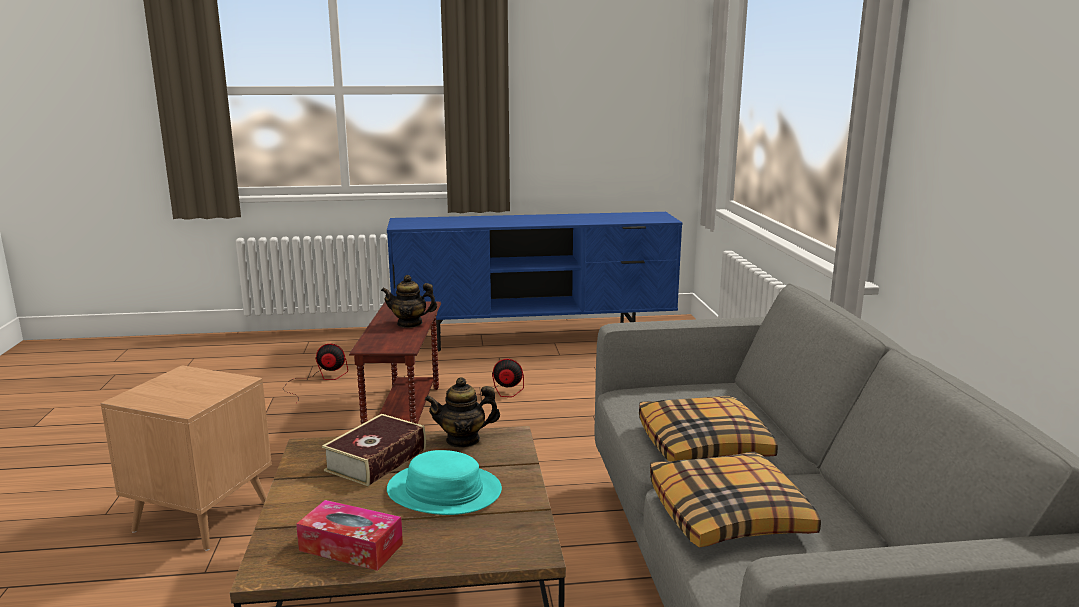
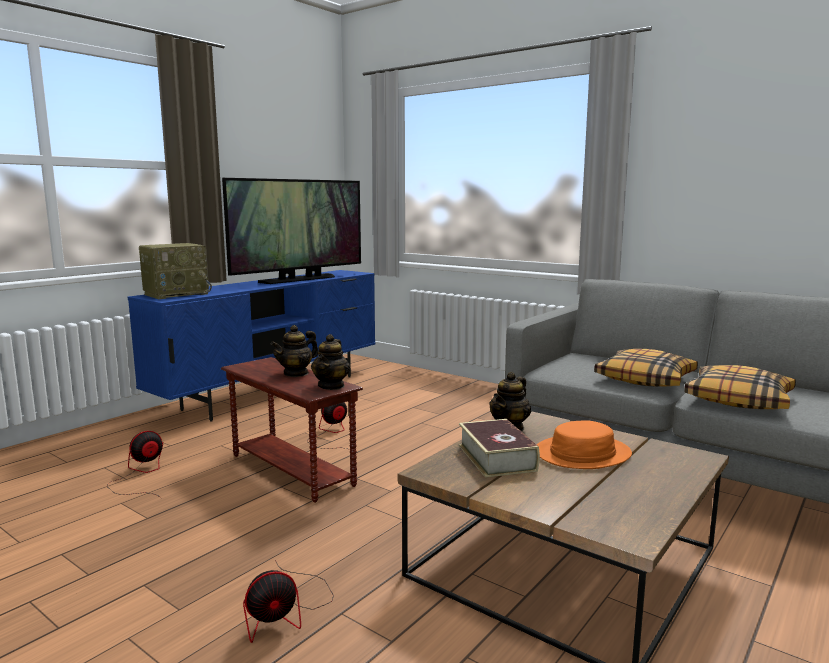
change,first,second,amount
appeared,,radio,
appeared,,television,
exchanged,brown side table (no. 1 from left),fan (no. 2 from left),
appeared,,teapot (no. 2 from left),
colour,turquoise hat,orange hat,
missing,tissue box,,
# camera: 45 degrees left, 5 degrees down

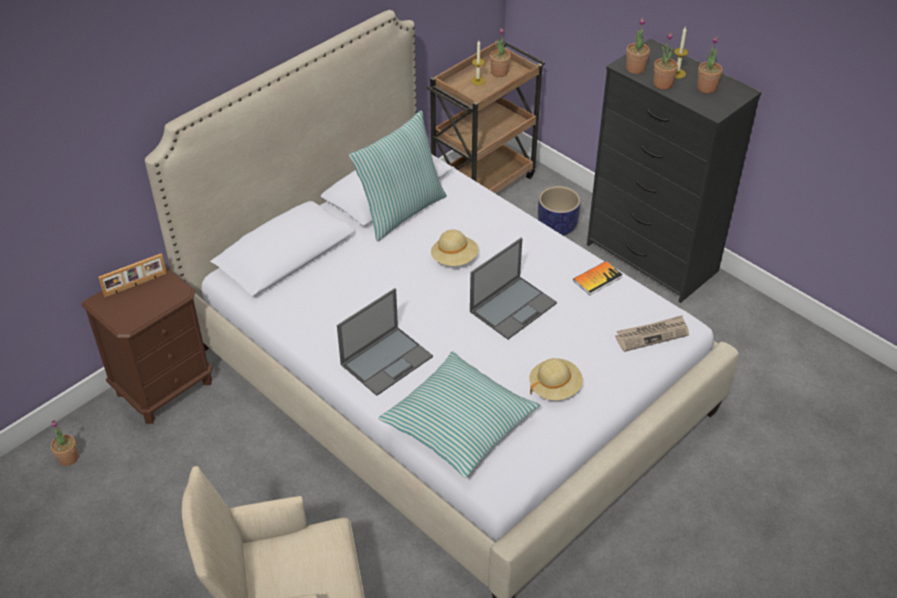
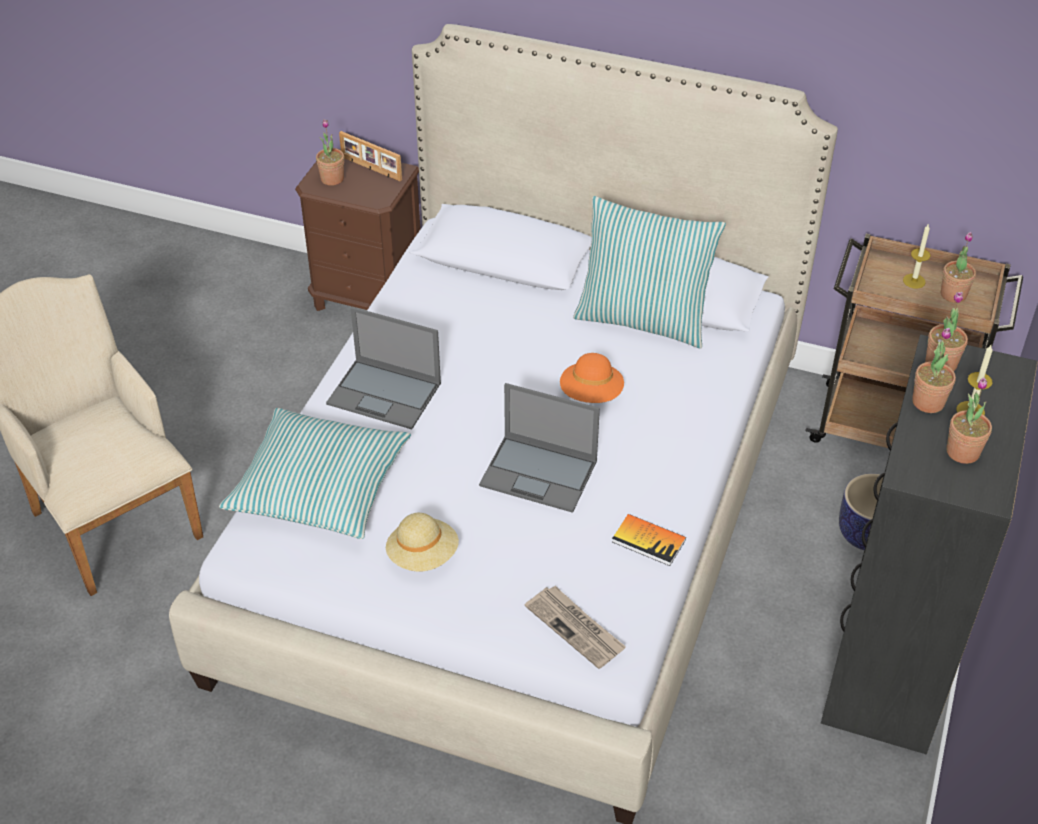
change,first,second,amount
relocated,potted plant (no. 1 from left),,
colour,beige hat (no. 1 from left),orange hat,
# camera: 65 degrees right, 0 degrees up

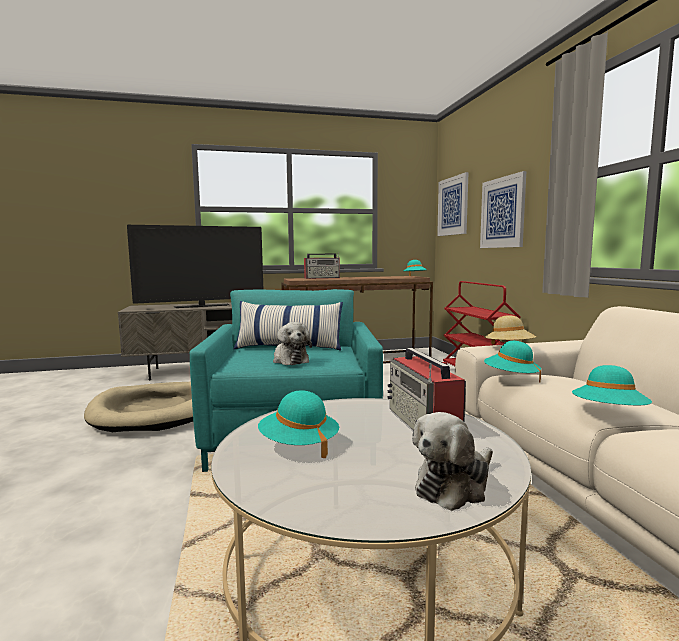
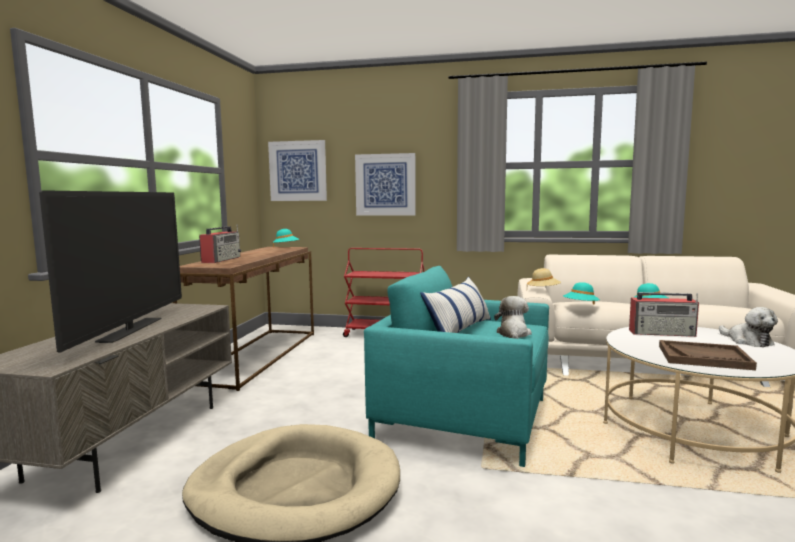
change,first,second,amount
spun,plush toy (no. 1 from left),,75 degrees counterclockwise
exchanged,turquoise hat (no. 1 from left),brown tray,
# camera: 65 degrees left, 0 degrees up

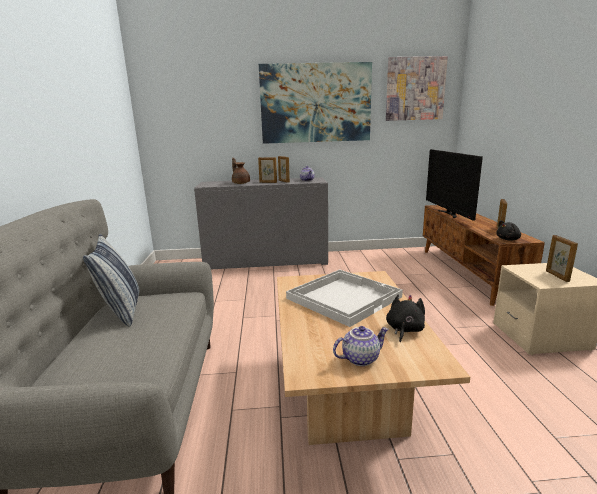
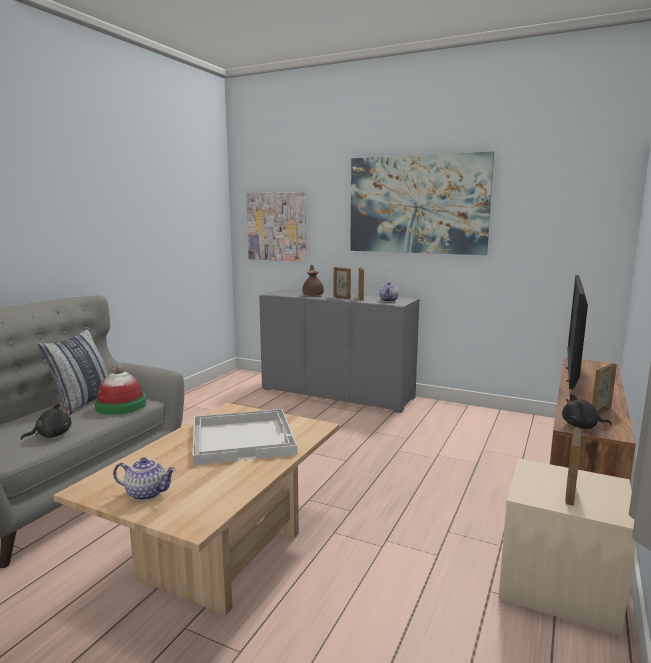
change,first,second,amount
relocated,black plush toy (no. 1 from left),,
appeared,,hat,
relocated,picture (no. 2 from left in the first image),picture (no. 1 from left),
# camera: 30 degrees right, 5 degrees down

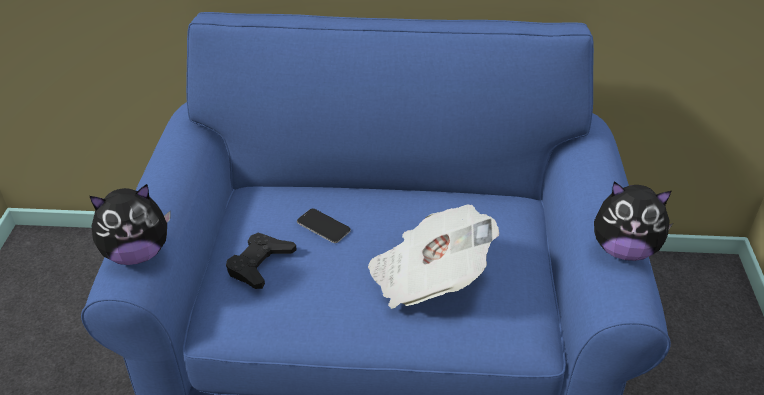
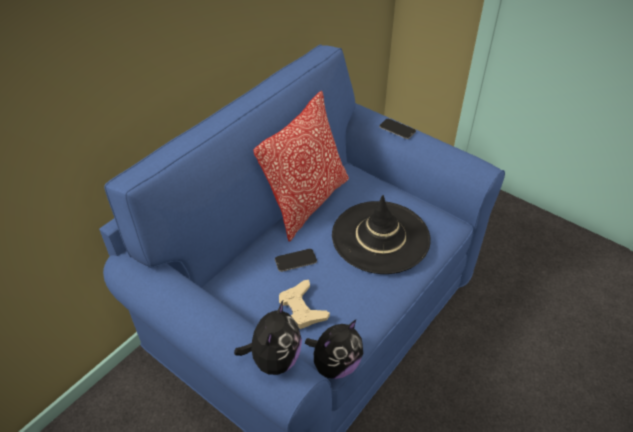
change,first,second,amount
appeared,,pillow,
colour,black game controller,beige game controller,
relocated,plush toy (no. 2 from left),,
exchanged,newspaper,black hat,
appeared,,phone (no. 2 from left),
# camera: 55 degrees left, 5 degrees up

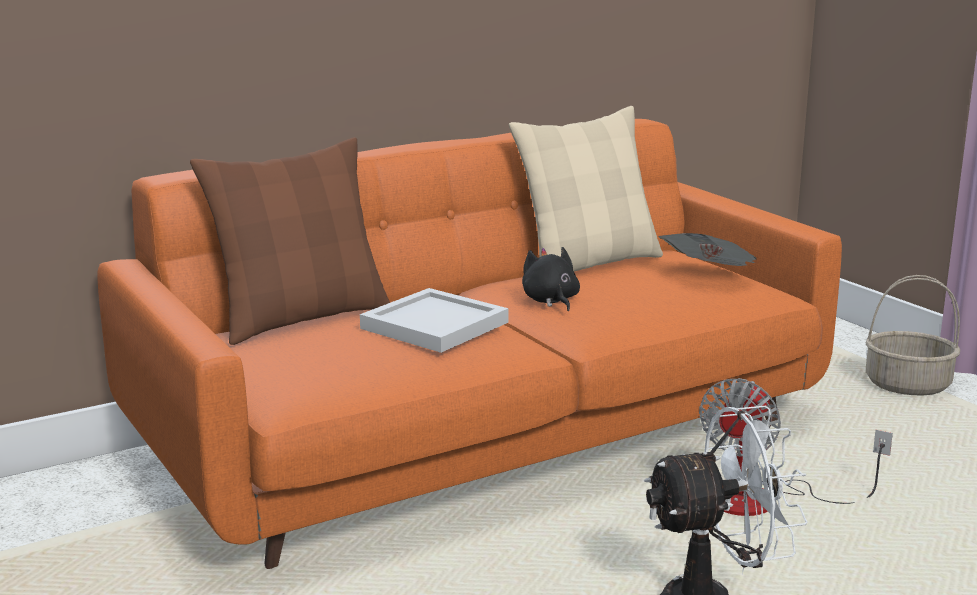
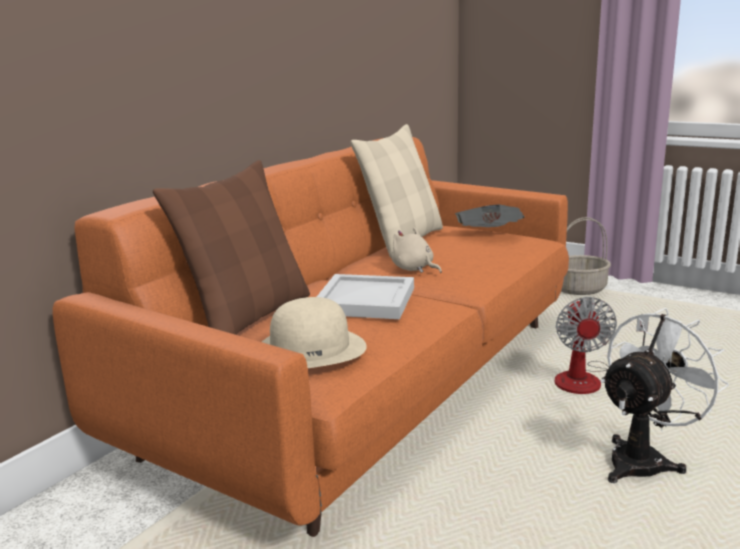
change,first,second,amount
appeared,,beige hat,
colour,black plush toy,beige plush toy,
# camera: 25 degrees left, 0 degrees up

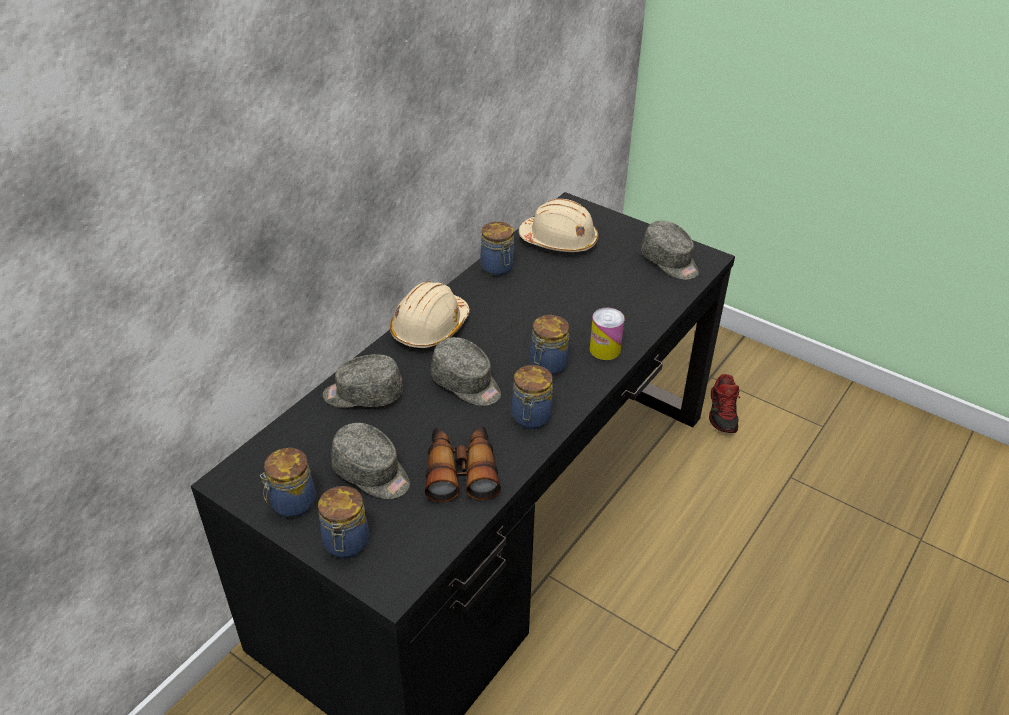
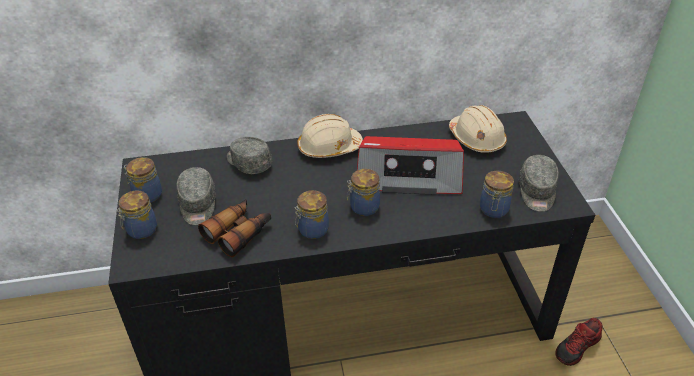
change,first,second,amount
appeared,,radio,
relocated,jar (no. 3 from left in the first image),jar (no. 5 from left),
missing,grey cap (no. 3 from left),,
missing,can,,
# camera: 45 degrees right, 0 degrees up

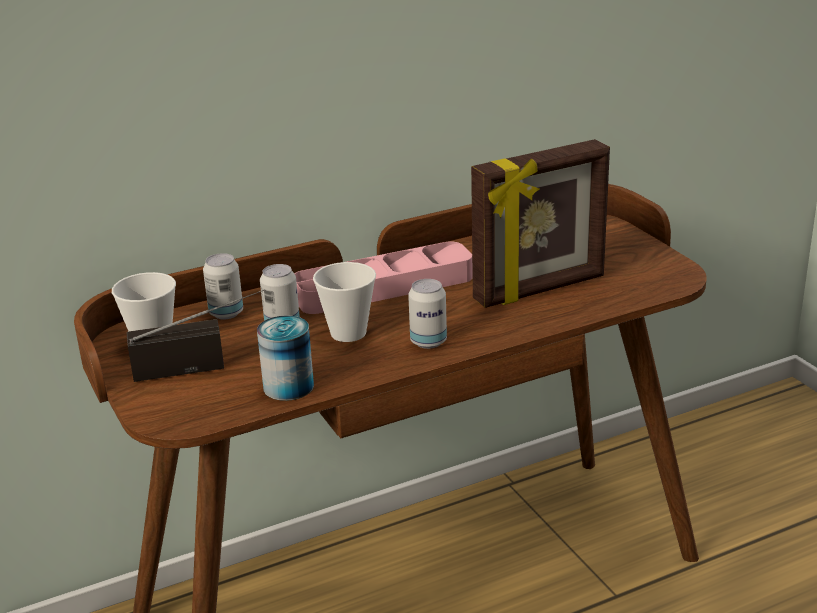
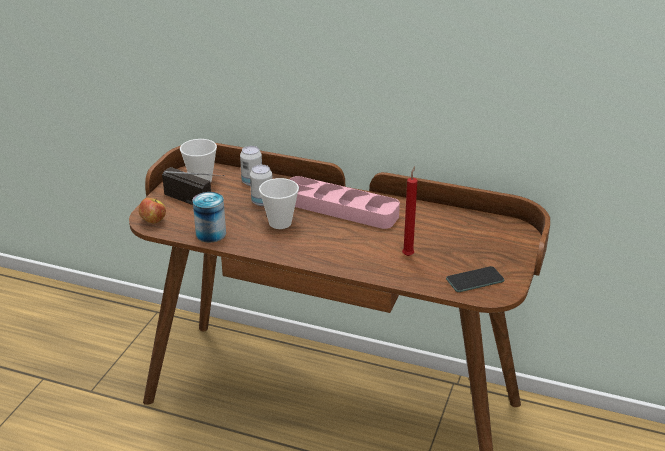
change,first,second,amount
appeared,,apple,
exchanged,picture frame,red candle,
appeared,,phone,
missing,can (no. 4 from left),,
# camera: 45 degrees right, 5 degrees up

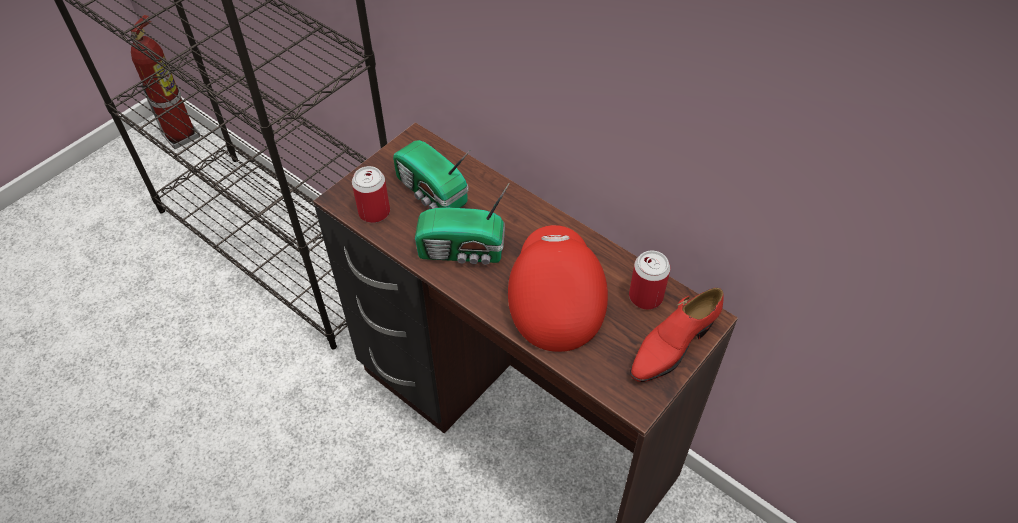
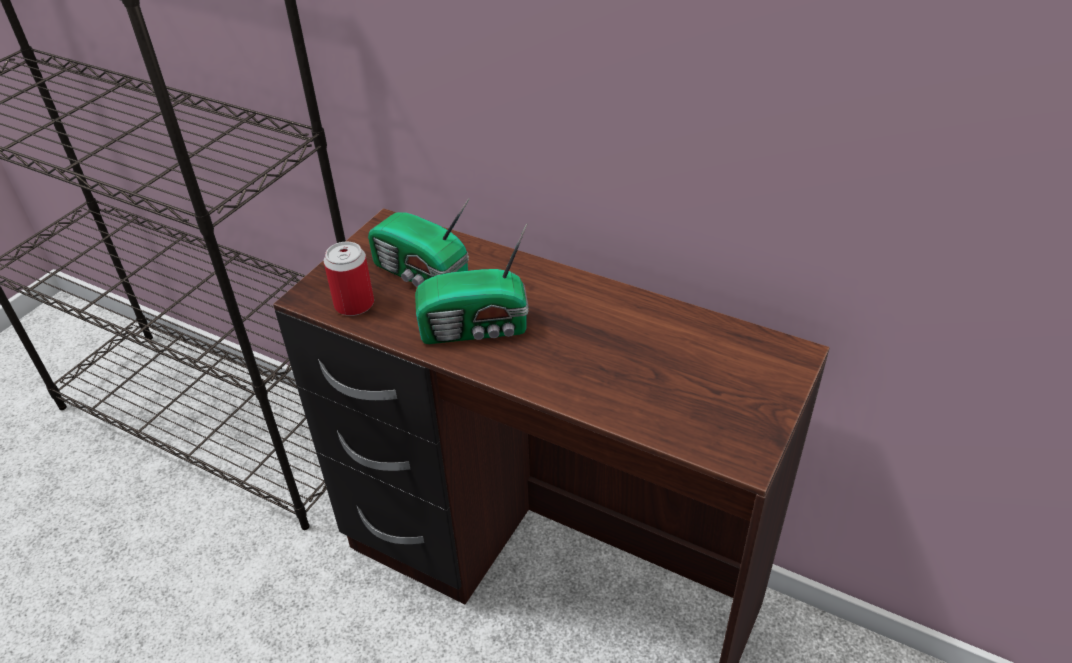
change,first,second,amount
missing,fire extinguisher,,
missing,red cap,,
missing,can (no. 2 from left),,
missing,red shoe,,
# camera: 10 degrees left, 10 degrees down

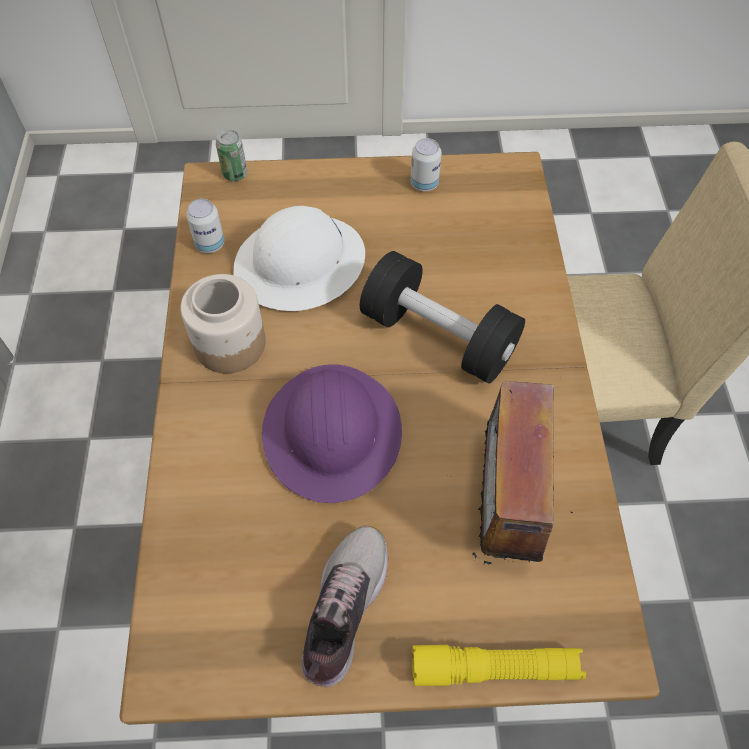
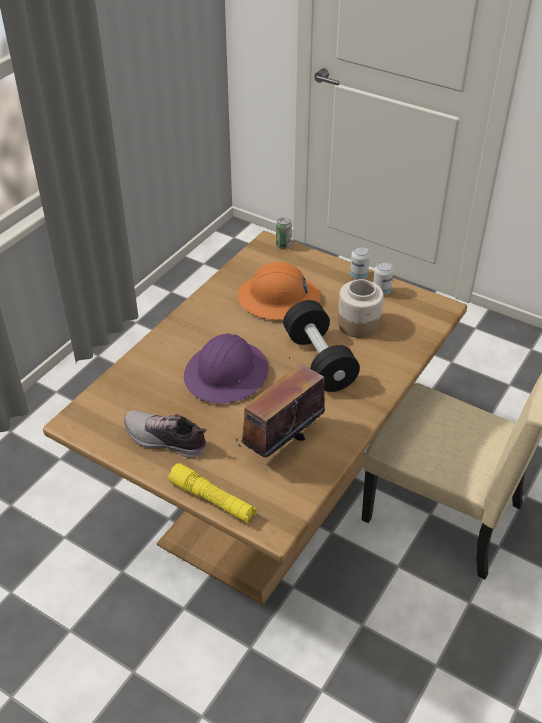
change,first,second,amount
spun,shoe,,120 degrees counterclockwise
colour,white hard hat,orange hard hat,
relocated,jar,,
relocated,can (no. 1 from left in the first image),can (no. 2 from left),
# camera: 35 degrees right, 15 degrees down

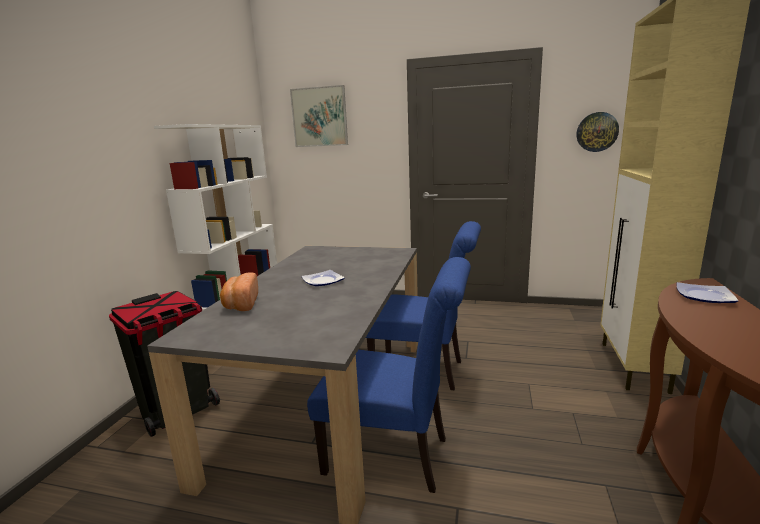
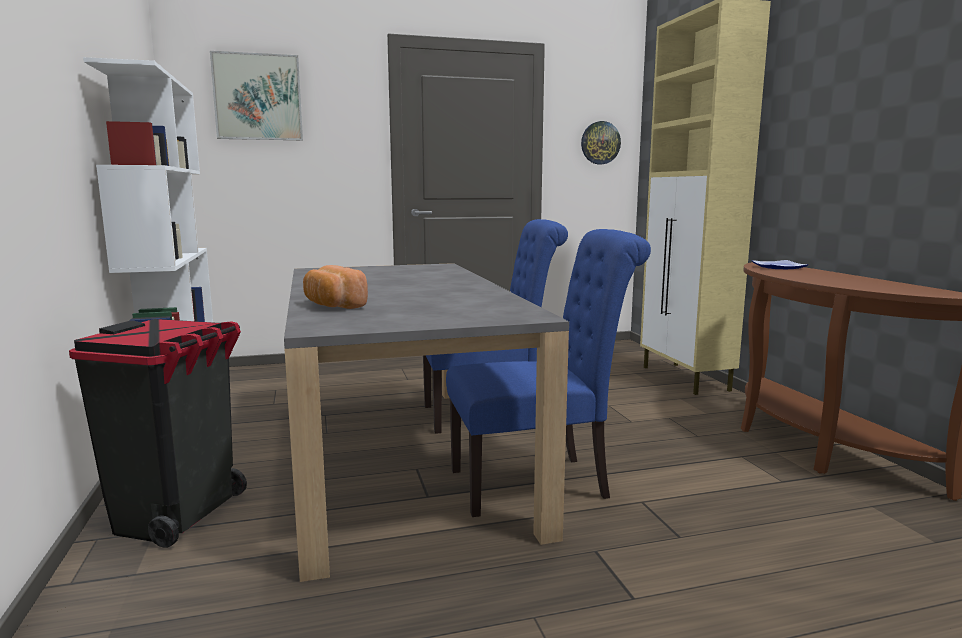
change,first,second,amount
missing,plate (no. 1 from left),,
# camera: 30 degrees left, 5 degrees down

